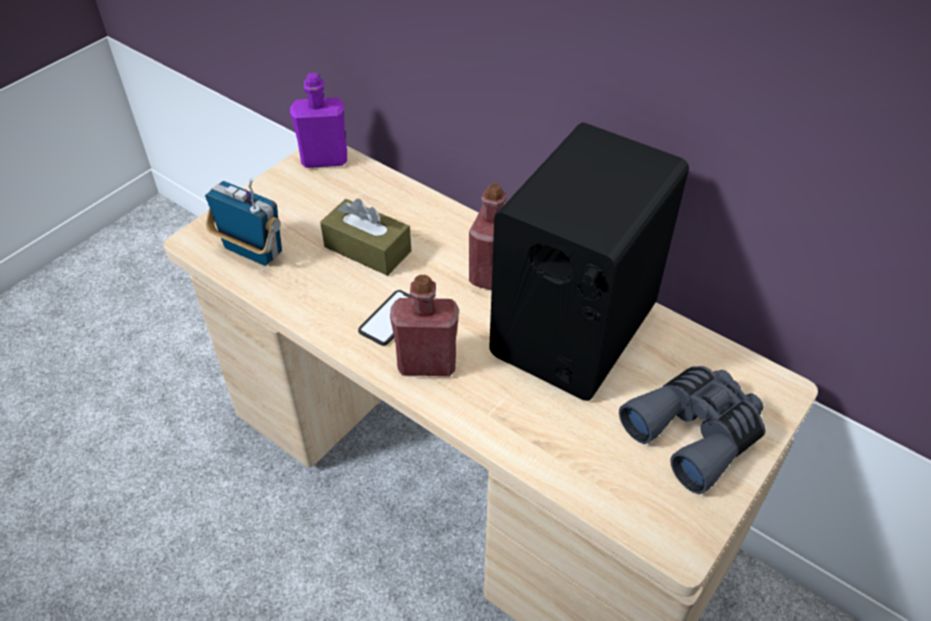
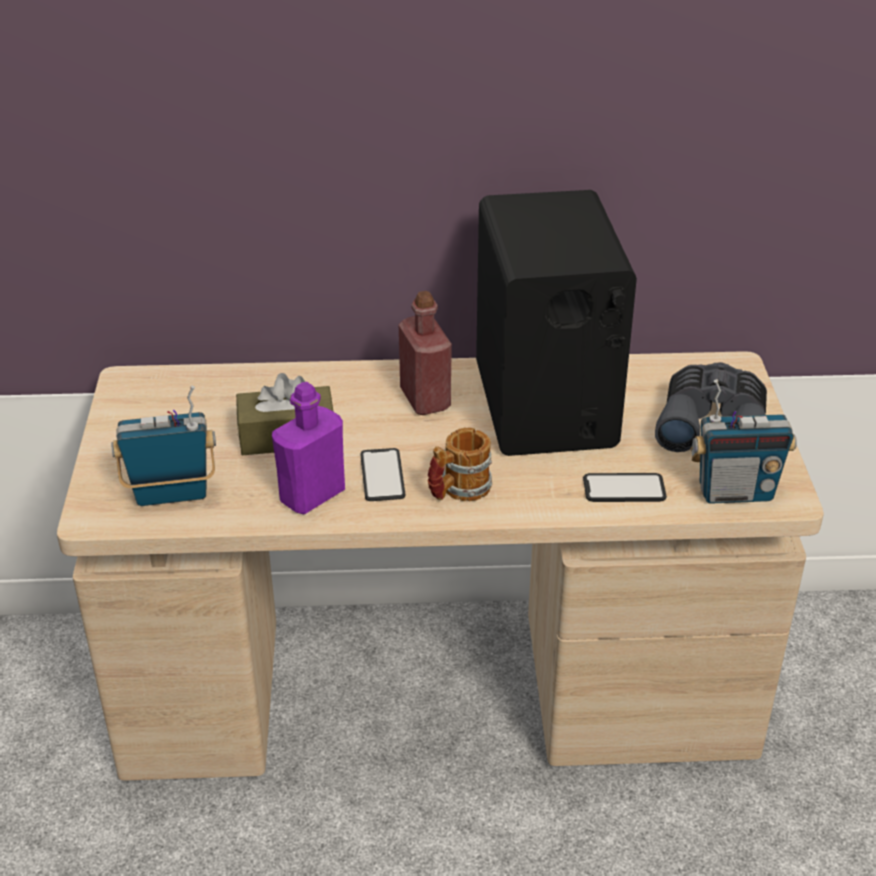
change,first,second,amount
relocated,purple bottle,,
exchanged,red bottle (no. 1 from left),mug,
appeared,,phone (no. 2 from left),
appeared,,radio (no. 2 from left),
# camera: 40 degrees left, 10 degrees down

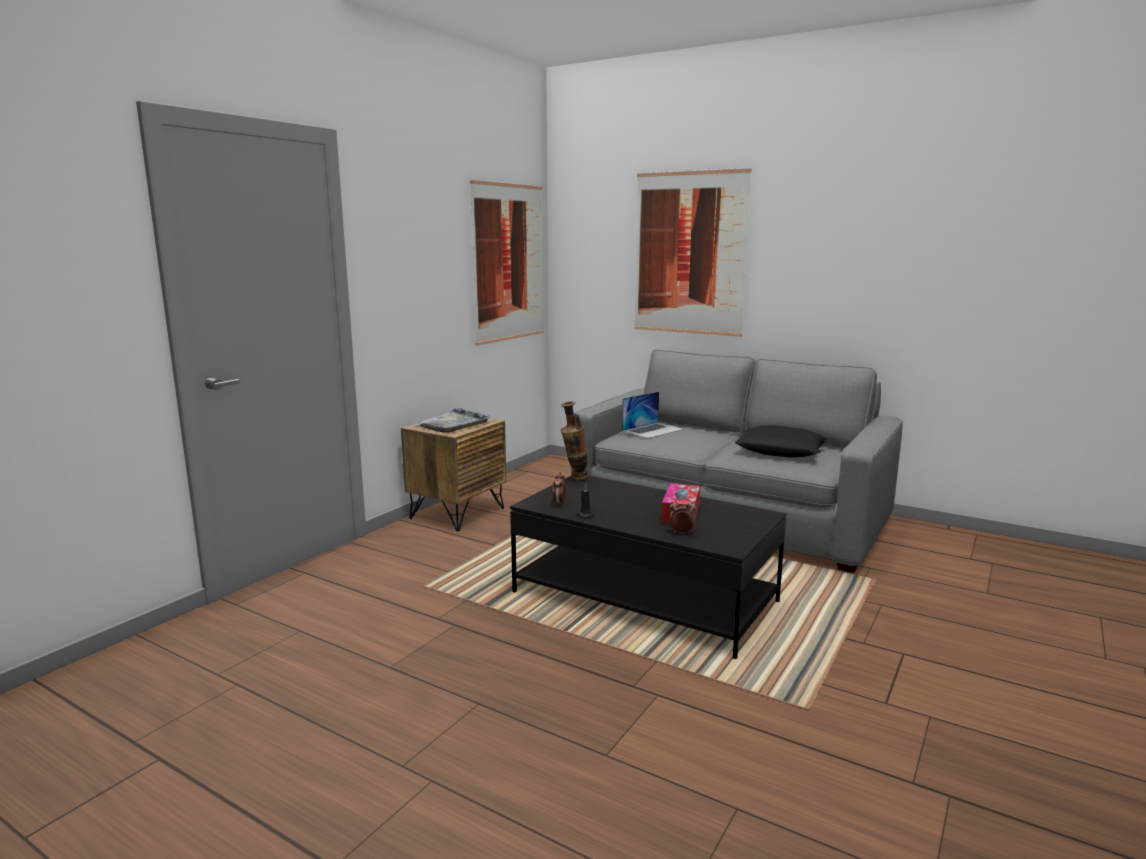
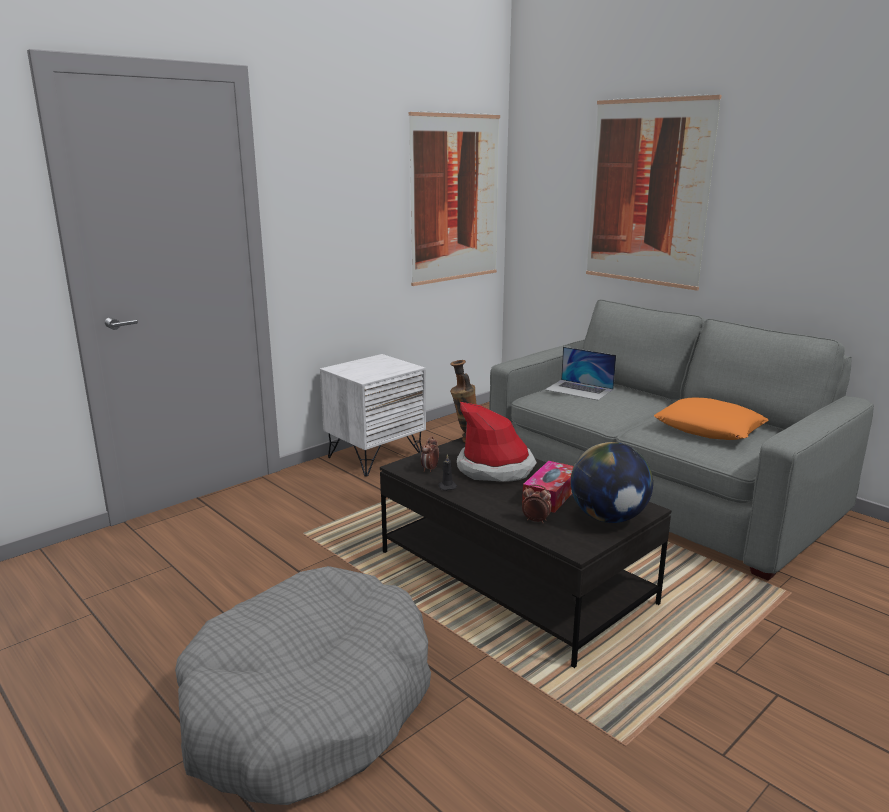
change,first,second,amount
appeared,,grey dog bed,
colour,brown nightstand,white nightstand,
appeared,,hat,
spun,laptop,,60 degrees clockwise
appeared,,globe,
colour,black pillow,orange pillow,
missing,grey tray,,
# camera: 15 degrees right, 5 degrees up

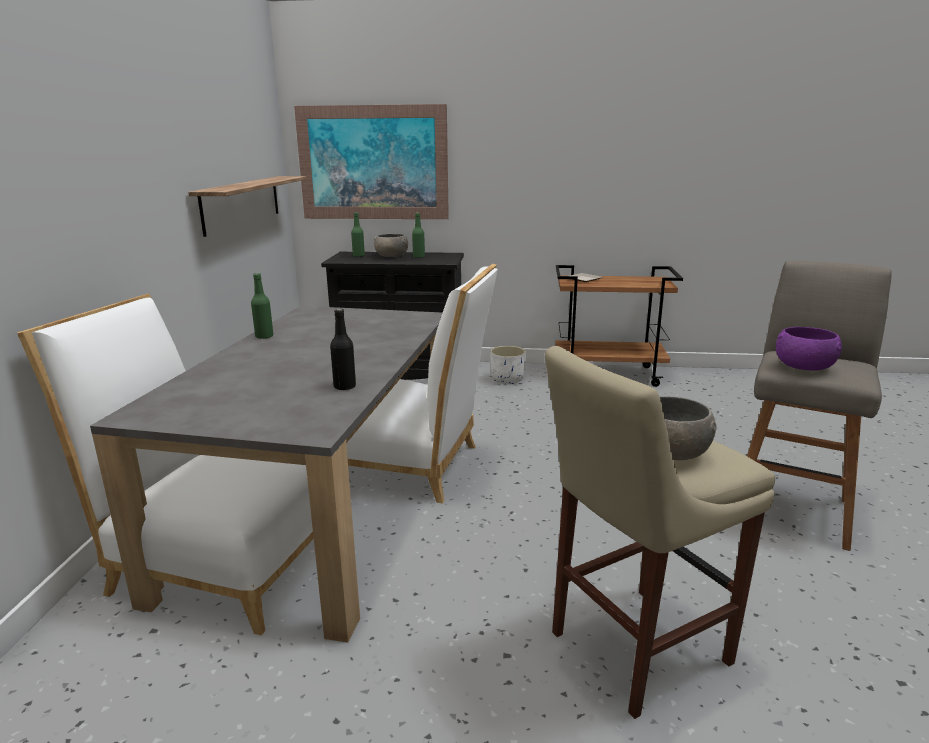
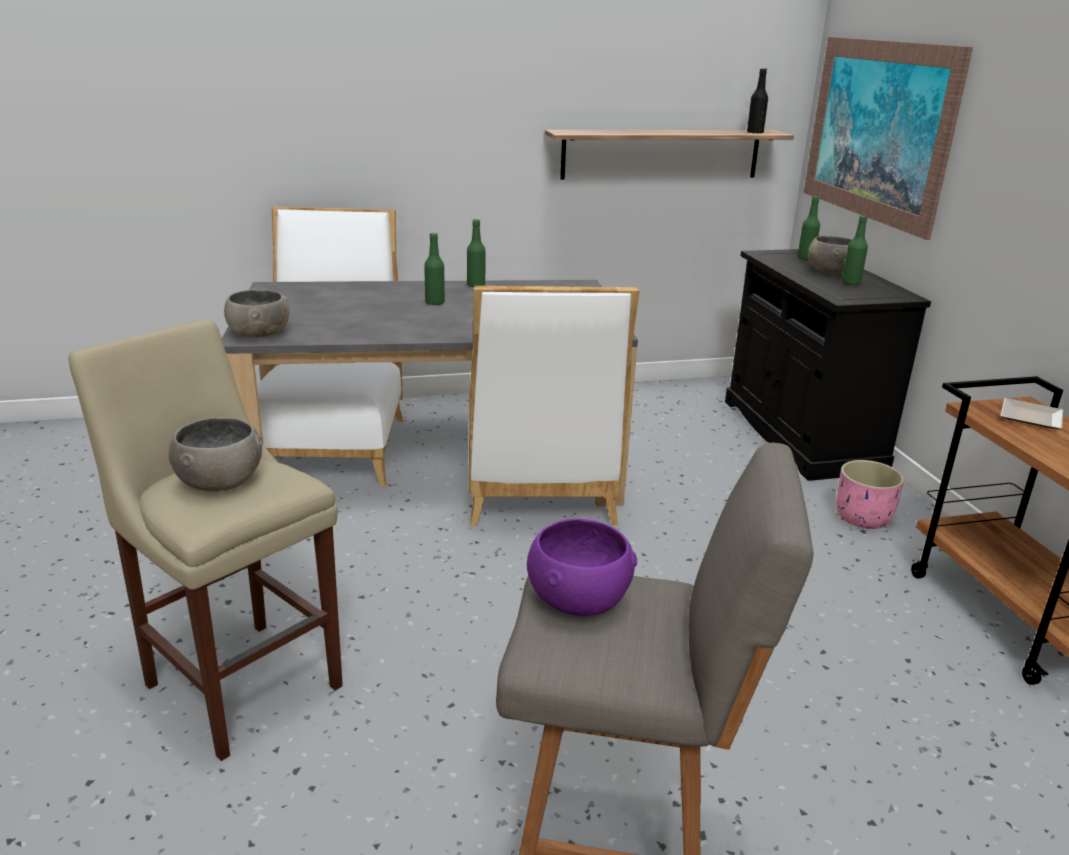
change,first,second,amount
appeared,,grey bowl (no. 2 from left),
appeared,,green bottle (no. 1 from left),
relocated,black bottle,,
colour,white planter,pink planter,
# camera: 70 degrees right, 5 degrees up

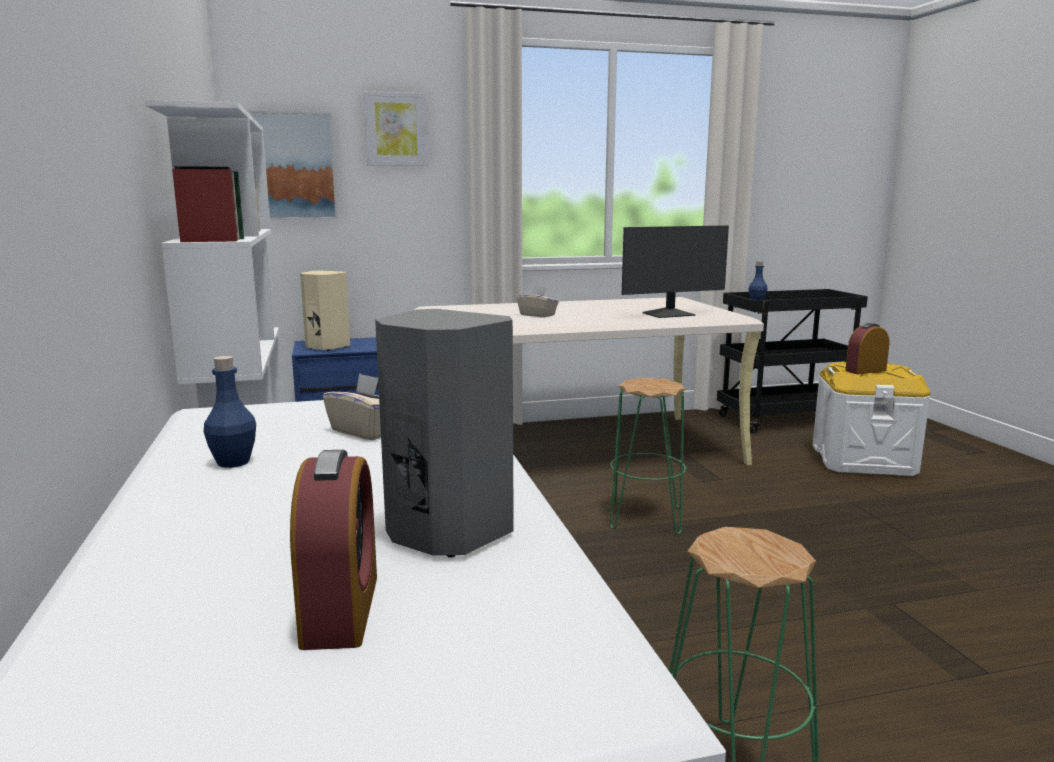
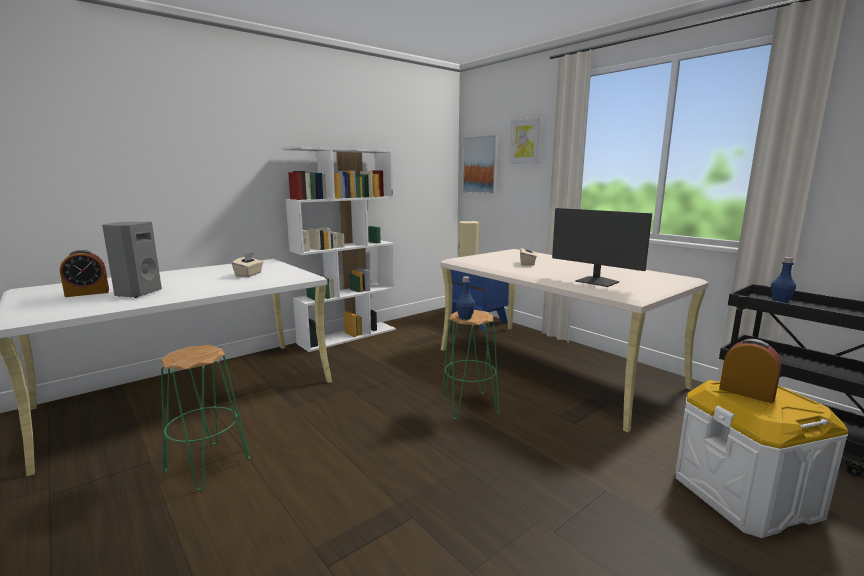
change,first,second,amount
relocated,blue bottle (no. 1 from left),,
# camera: 65 degrees right, 0 degrees up

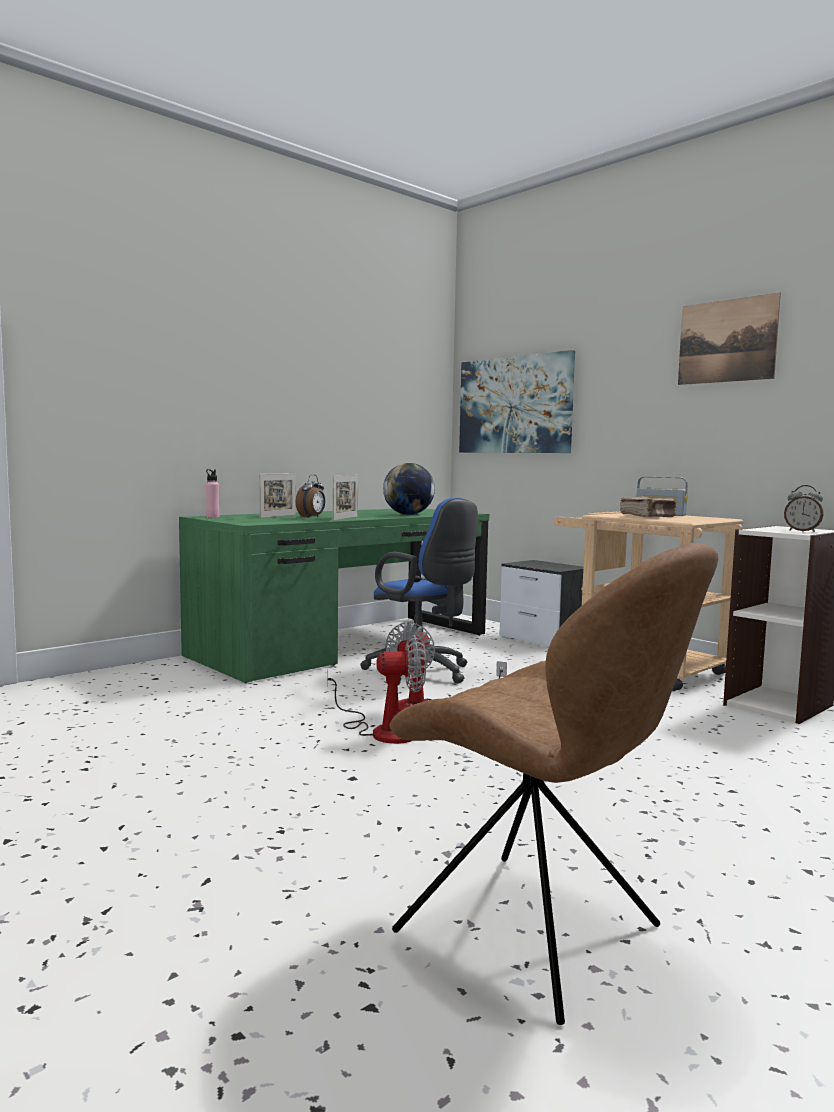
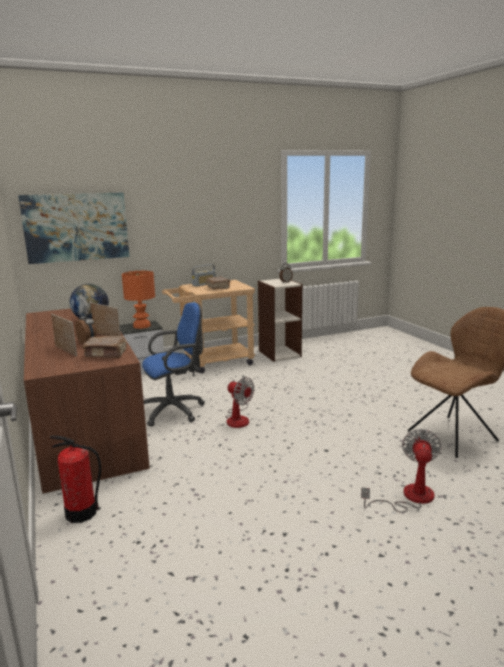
change,first,second,amount
colour,green desk,brown desk,
appeared,,fire extinguisher,
appeared,,brown book (no. 1 from left),
appeared,,orange table lamp,
relocated,fan (no. 1 from left in the first image),fan (no. 2 from left),
missing,pink bottle,,
missing,picture (no. 2 from left),,
# camera: 70 degrees left, 10 degrees up

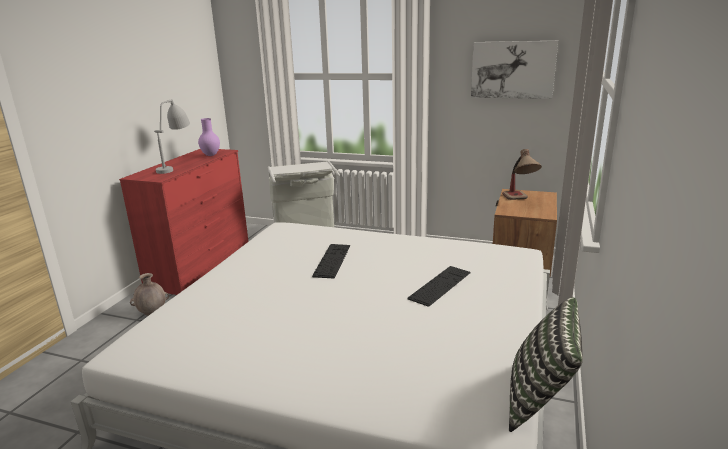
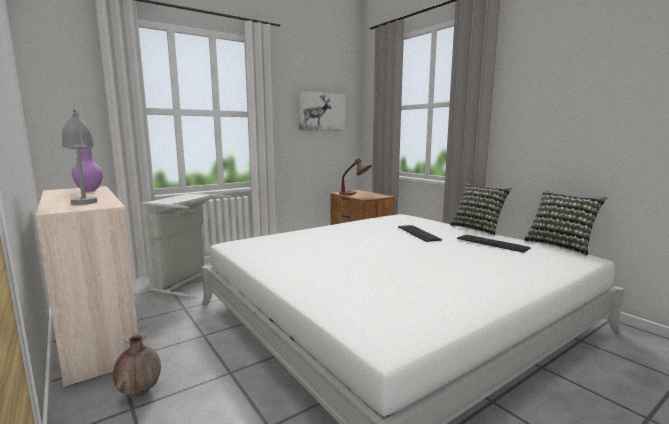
change,first,second,amount
colour,red dresser,beige dresser,
appeared,,pillow (no. 1 from left),
relocated,keyboard (no. 1 from left in the first image),keyboard (no. 2 from left),
# camera: 55 degrees left, 10 degrees down

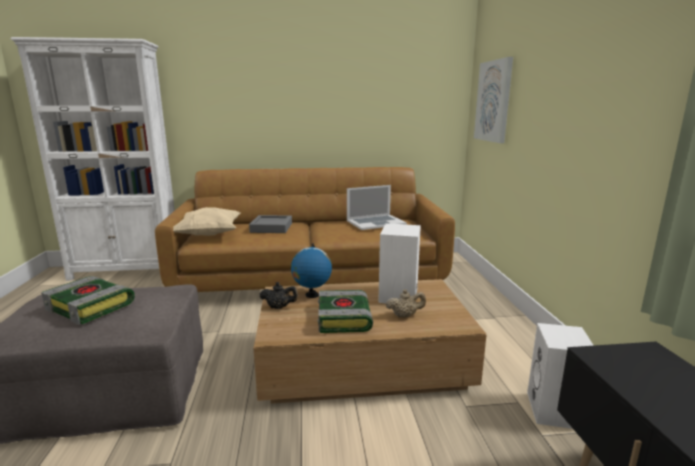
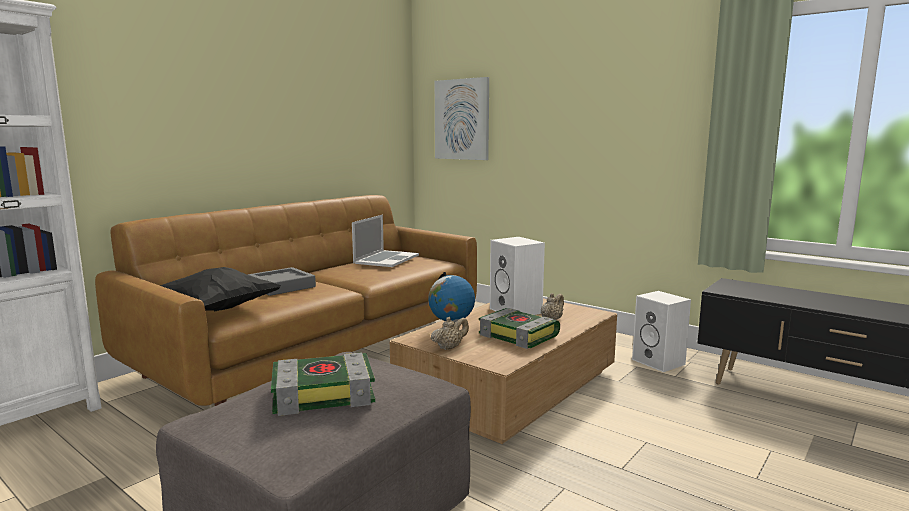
change,first,second,amount
colour,beige pillow,black pillow,
colour,black teapot,beige teapot (no. 1 from left),
# camera: 45 degrees left, 5 degrees down

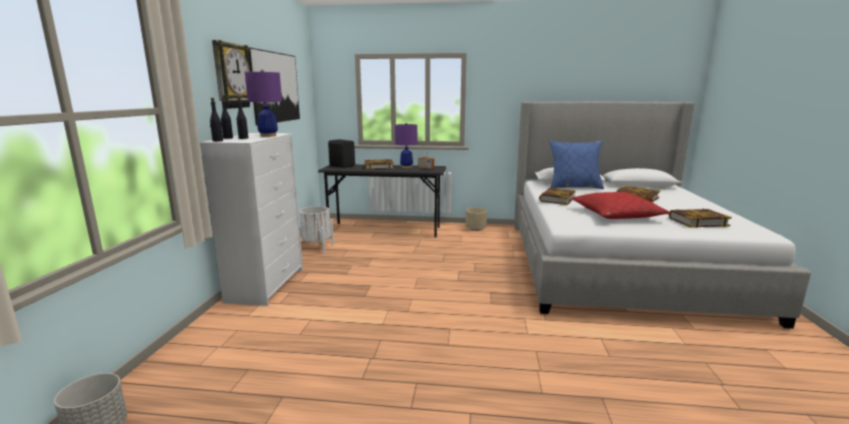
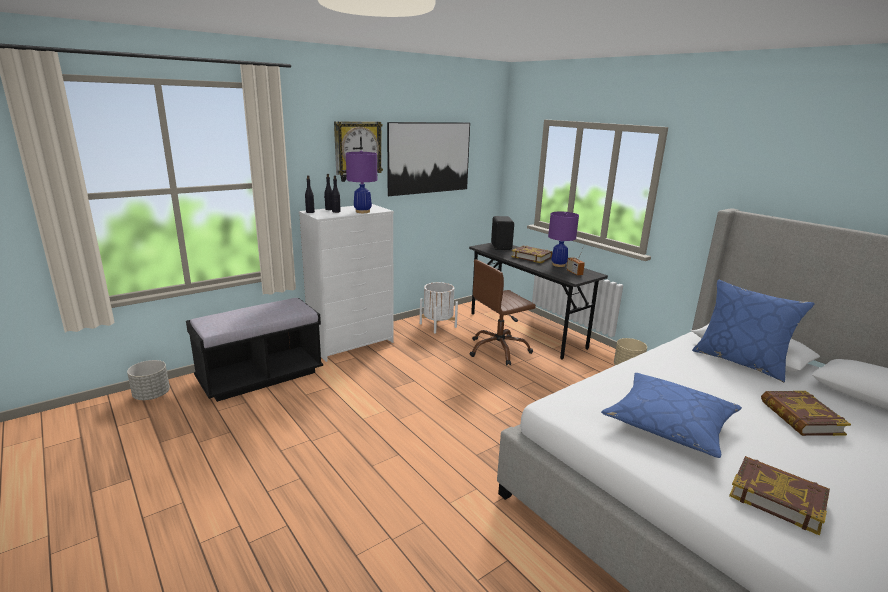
change,first,second,amount
appeared,,black bench,
appeared,,brown office chair,
colour,red pillow,blue pillow (no. 1 from left),
missing,book (no. 2 from left),,
# camera: 45 degrees right, 5 degrees up

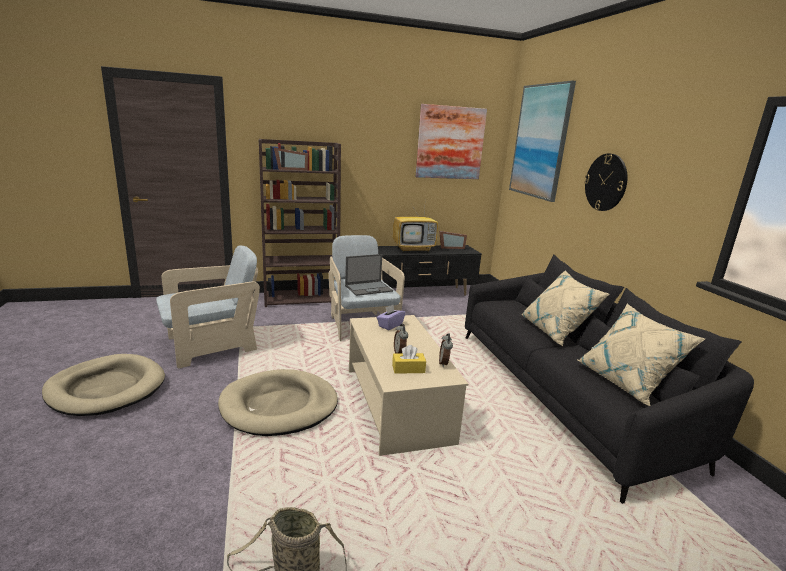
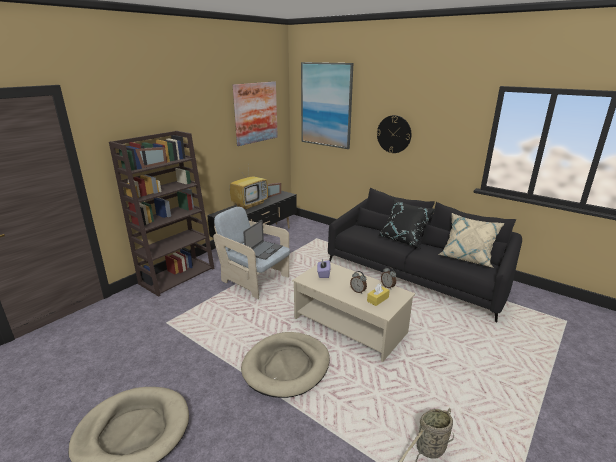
change,first,second,amount
colour,beige pillow (no. 1 from left),black pillow,
missing,beige armchair (no. 1 from left),,
# camera: 35 degrees left, 5 degrees up

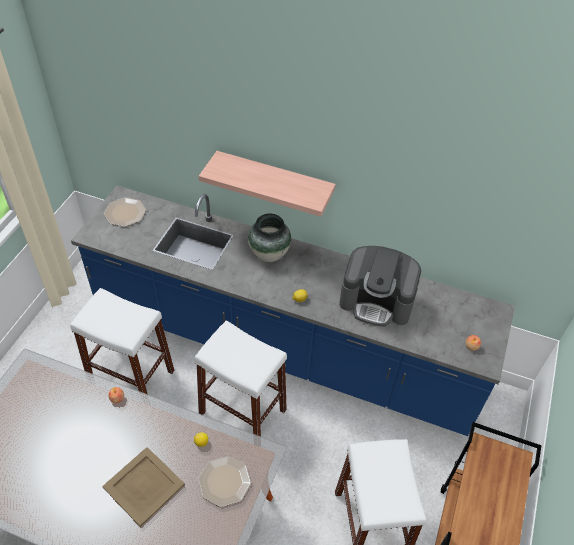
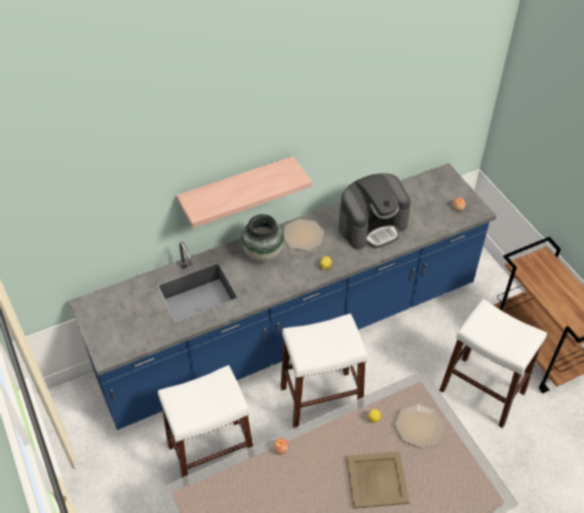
change,first,second,amount
relocated,plate (no. 1 from left),,
# camera: 45 degrees left, 0 degrees up

